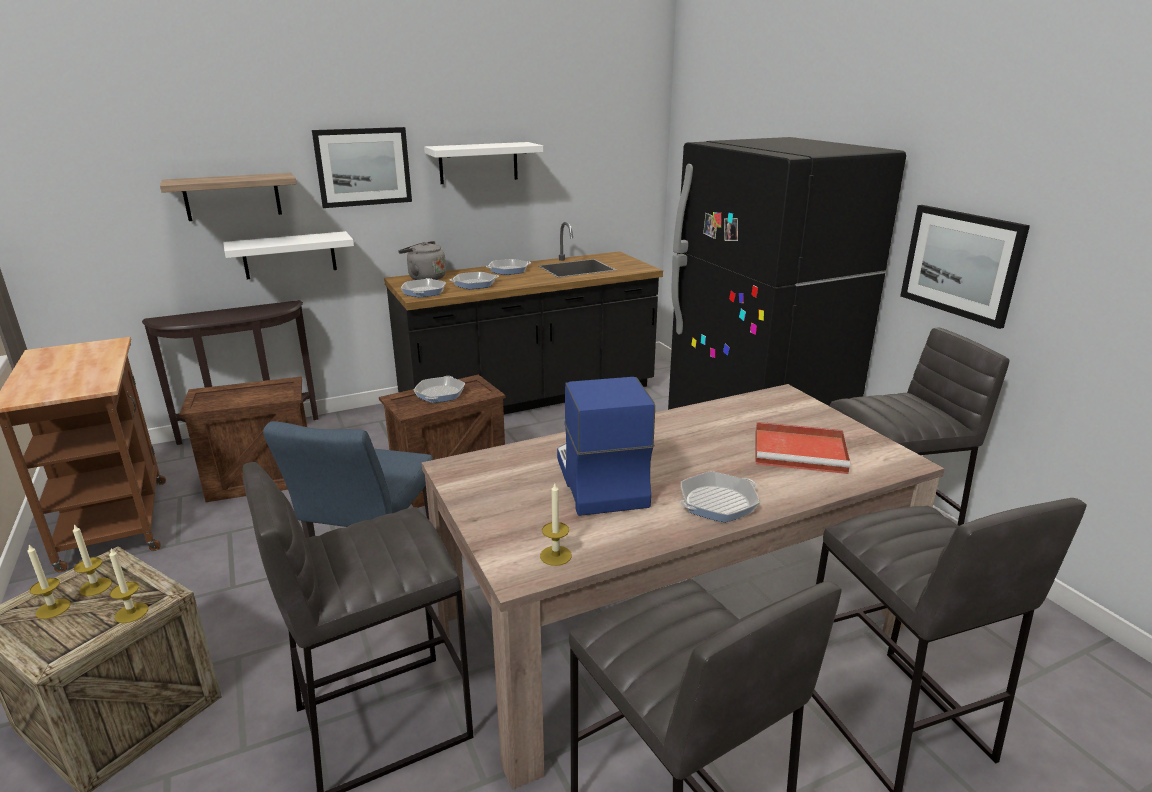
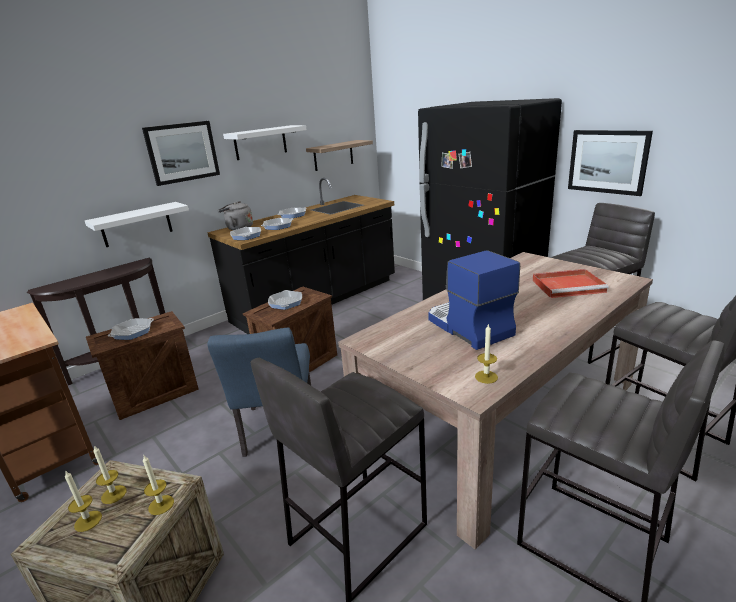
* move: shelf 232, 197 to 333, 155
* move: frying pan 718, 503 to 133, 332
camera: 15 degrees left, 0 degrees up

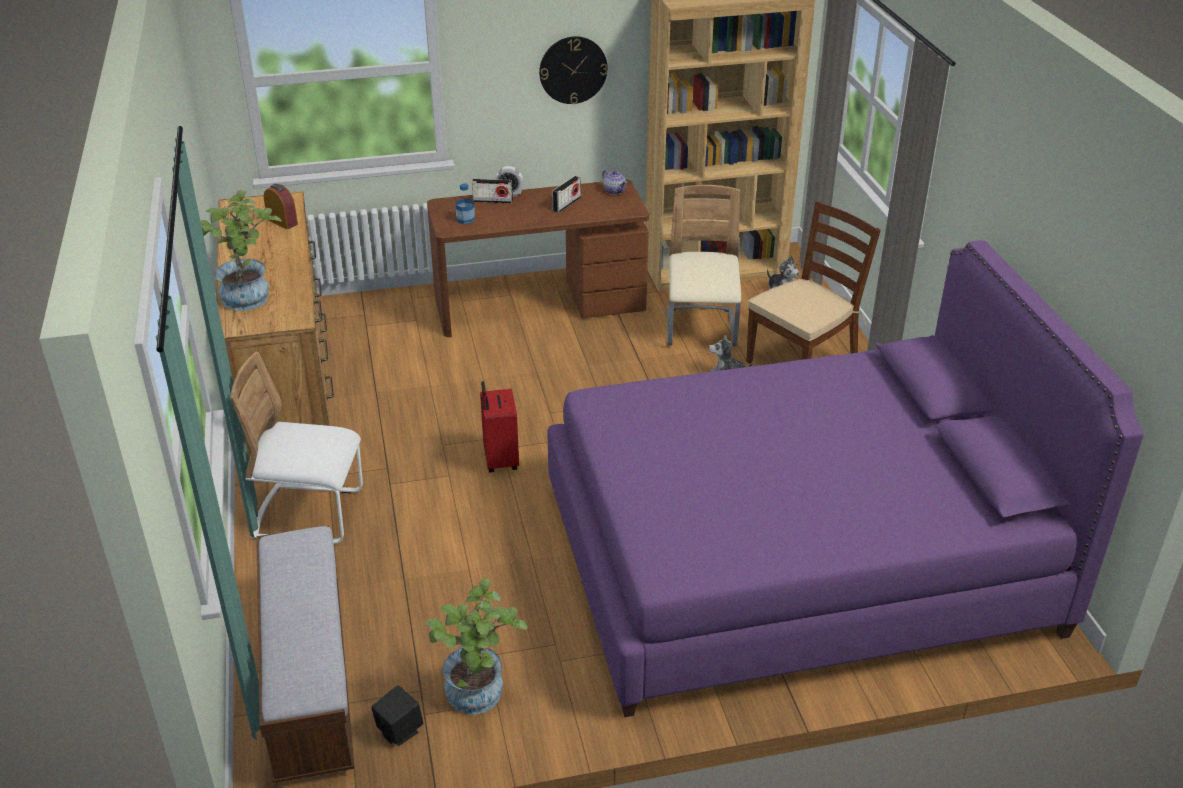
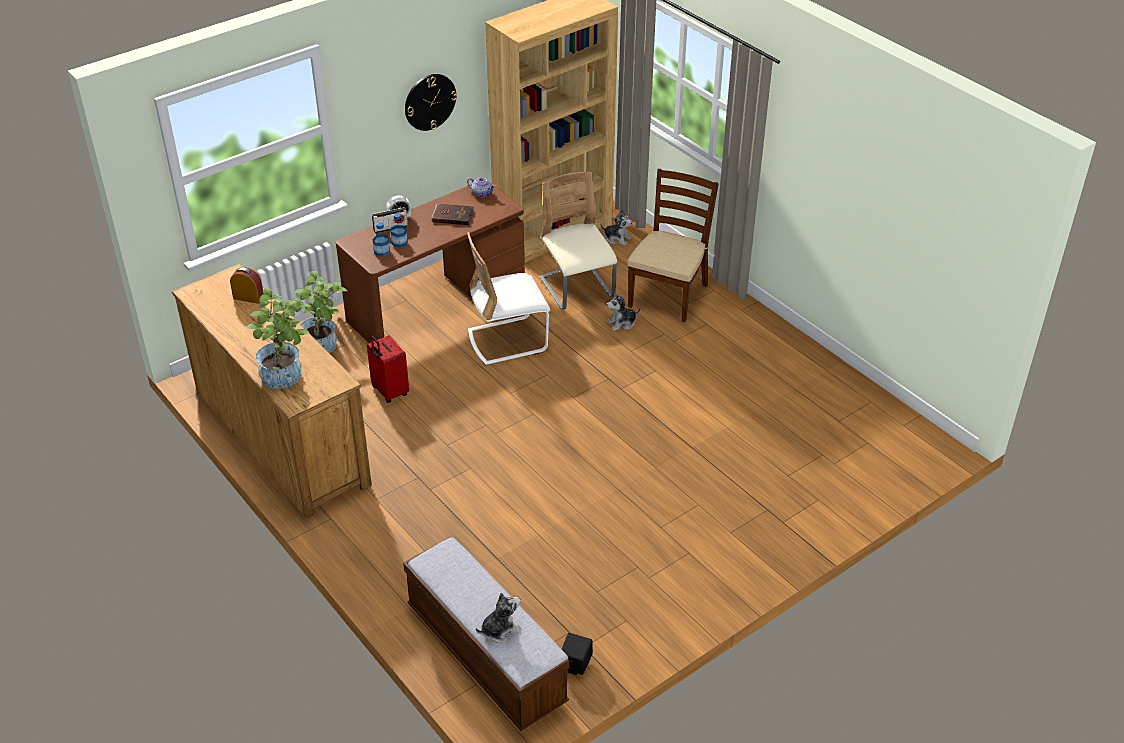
* move: white chair 310, 514 to 507, 340
* move: potted plant 479, 698 to 324, 347
* move: red suitcase 499, 460 to 389, 392
* delete: purple bed 795, 560
* replace: radio 566, 204 to brown book 452, 215
* insert: bottle 399, 242
* insert: plush toy 500, 630
camera: 25 degrees left, 5 degrees up

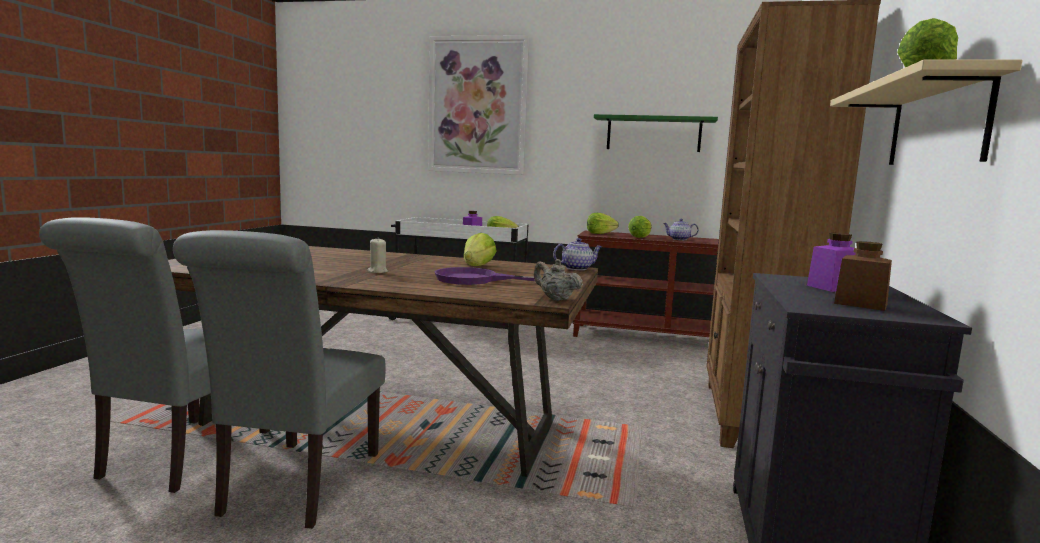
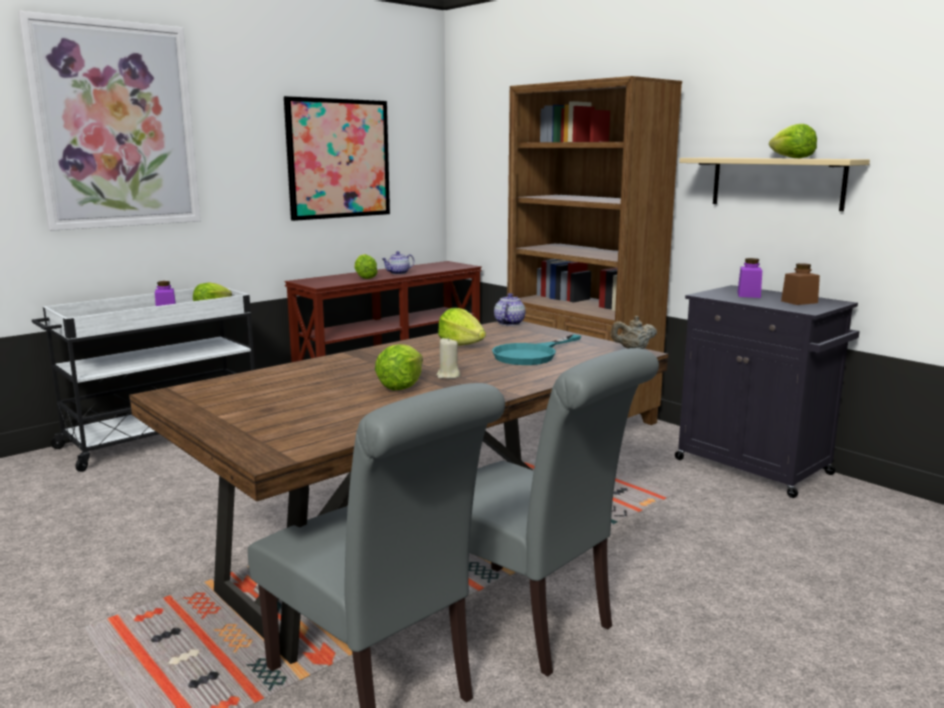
* recolor: purple frying pan 477, 280 to turquoise frying pan 531, 355
* move: lettuce 600, 233 to 401, 385
* replace: green shelf 653, 134 to picture 338, 159
camera: 55 degrees left, 5 degrees up

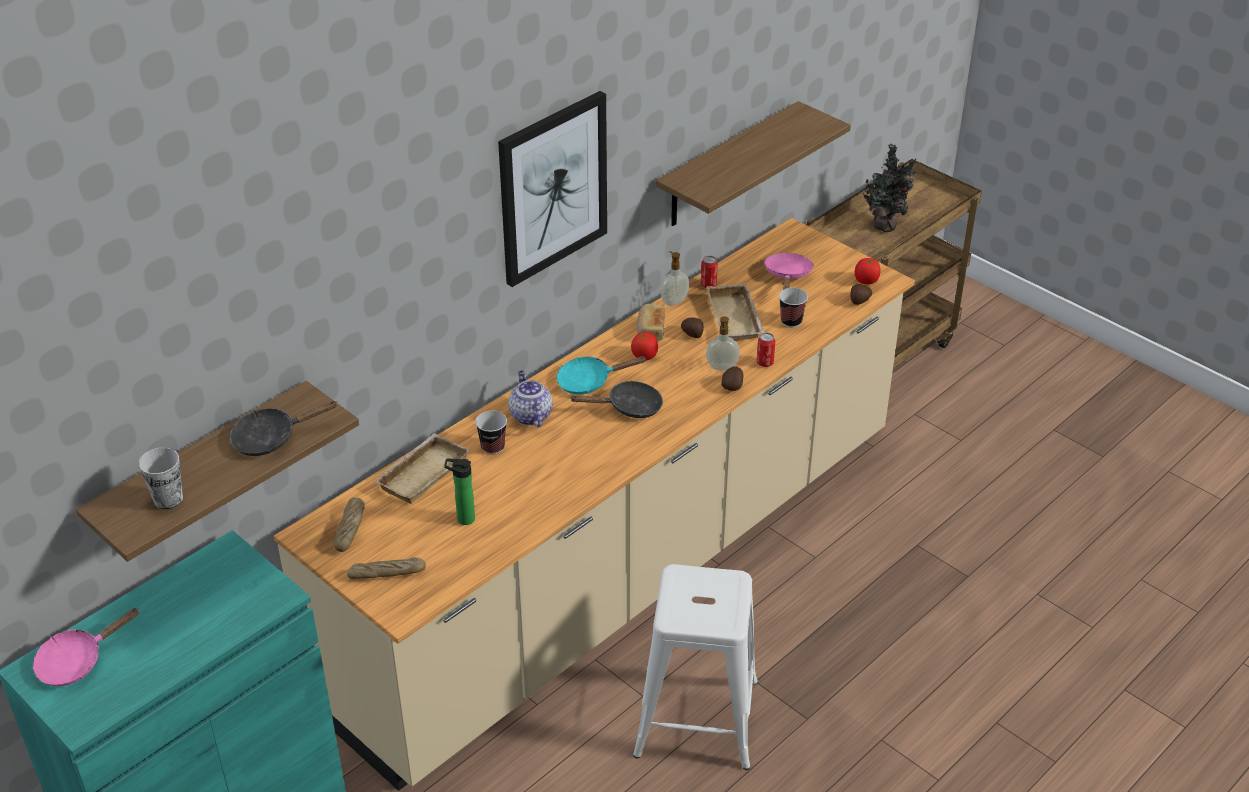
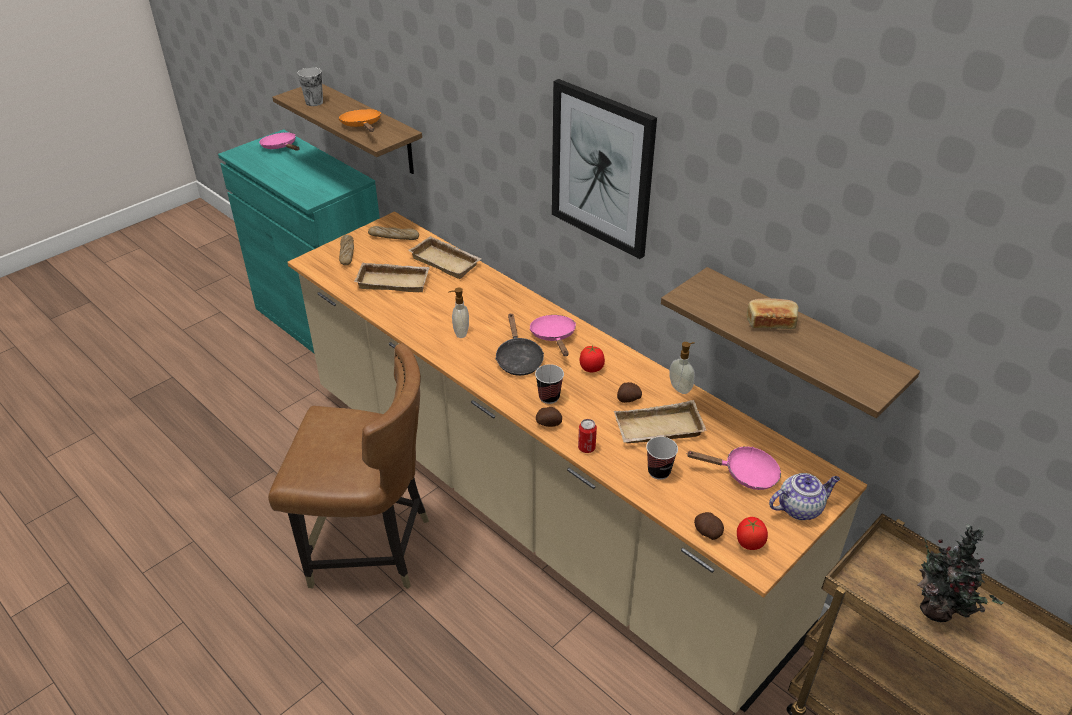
* recolor: black frying pan 271, 438 to orange frying pan 362, 125
* replace: bottle 463, 519 to beige tray 394, 281
* move: cup 493, 447 to 549, 397
* move: teapot 530, 415 to 800, 508
* recolor: turquoise frying pan 589, 381 to pink frying pan 554, 337
* replace: white stool 697, 718 to brown chair 370, 548
* move: bread 650, 330 to 770, 322
* delete: can 708, 285
* move: soap dispenser 722, 367 to 460, 333
camera: 90 degrees right, 0 degrees up

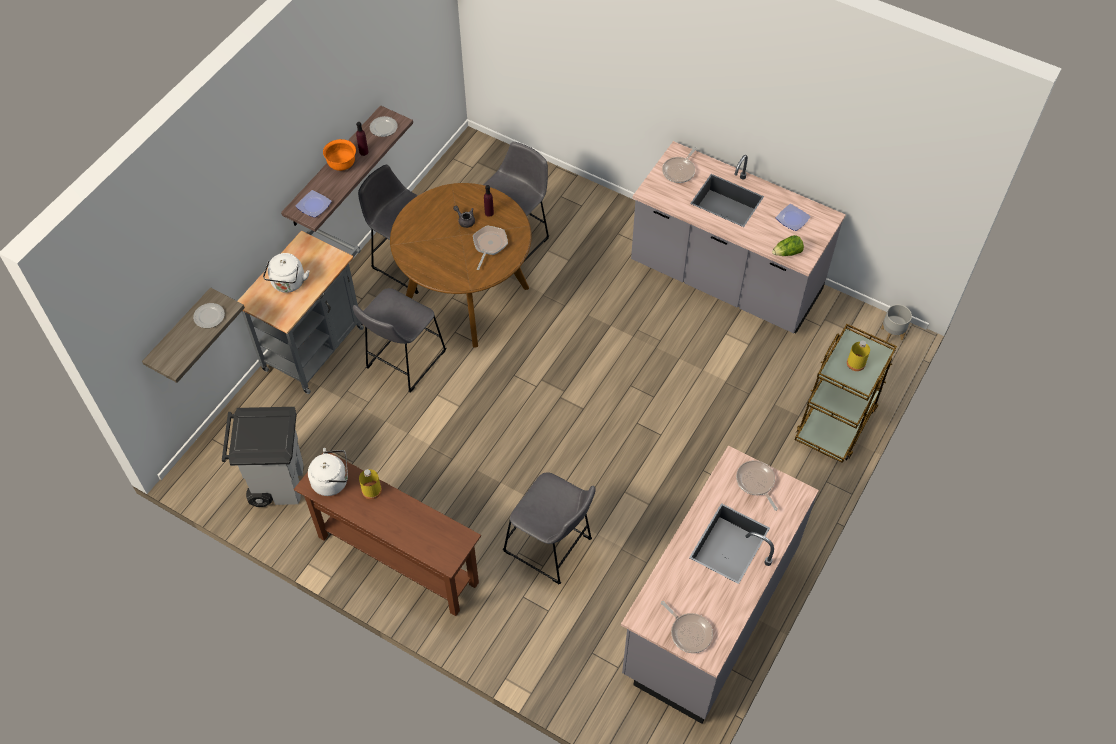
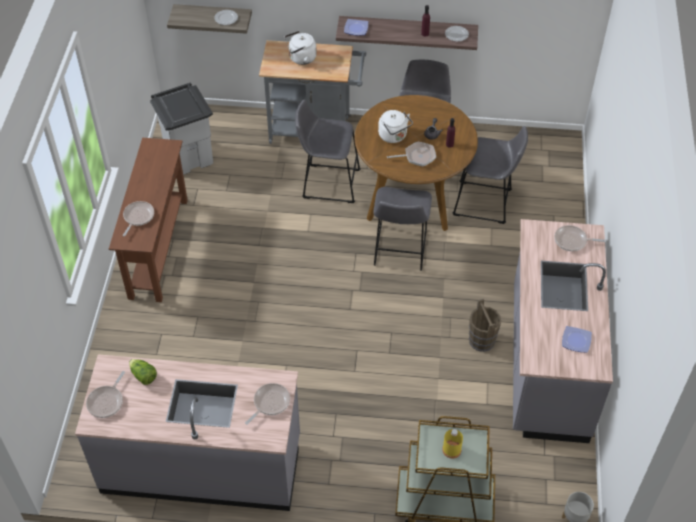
* move: white kettle 332, 481 to 394, 136
* delete: orange bowl 342, 165
* delete: yellow bottle 371, 490
* move: grey stool 551, 548 to 399, 250
* move: lettuce 787, 253 to 143, 376
* insert: frying pan 138, 217
* insert: brown bucket 481, 340
camera: 65 degrees right, 5 degrees down

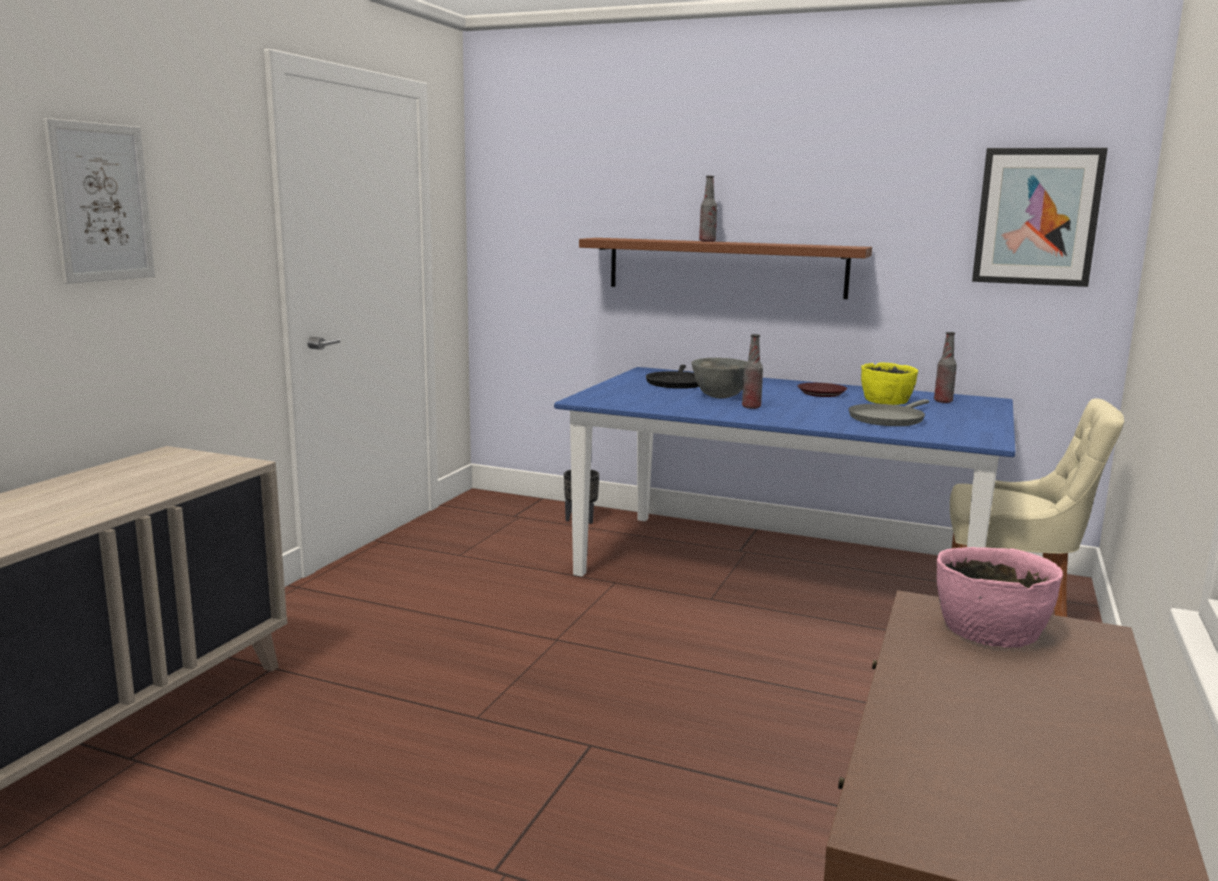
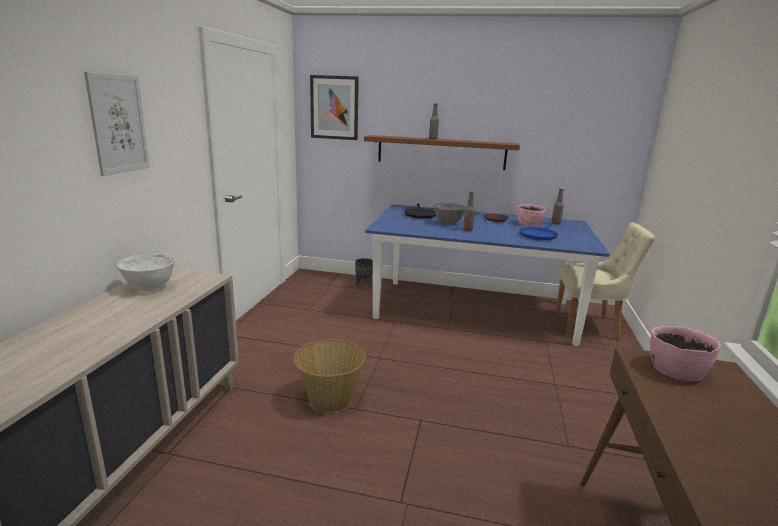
* recolor: grey frying pan 888, 419 to blue frying pan 538, 235
* recolor: yellow bowl 887, 401 to pink bowl 529, 224
* move: picture 1037, 217 to 334, 107
* insert: white bowl 150, 288
* insert: basket 329, 399
camera: 10 degrees left, 5 degrees up

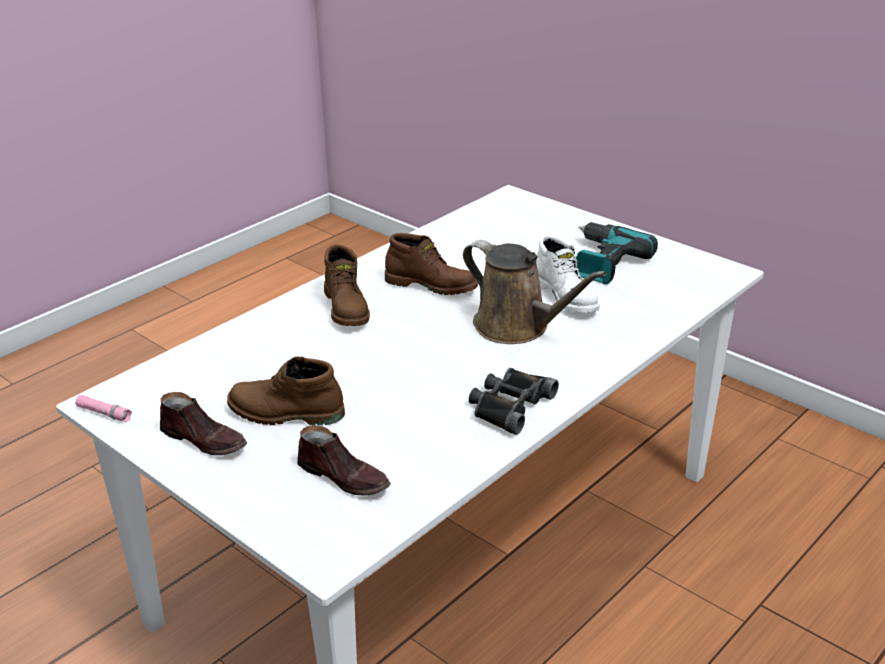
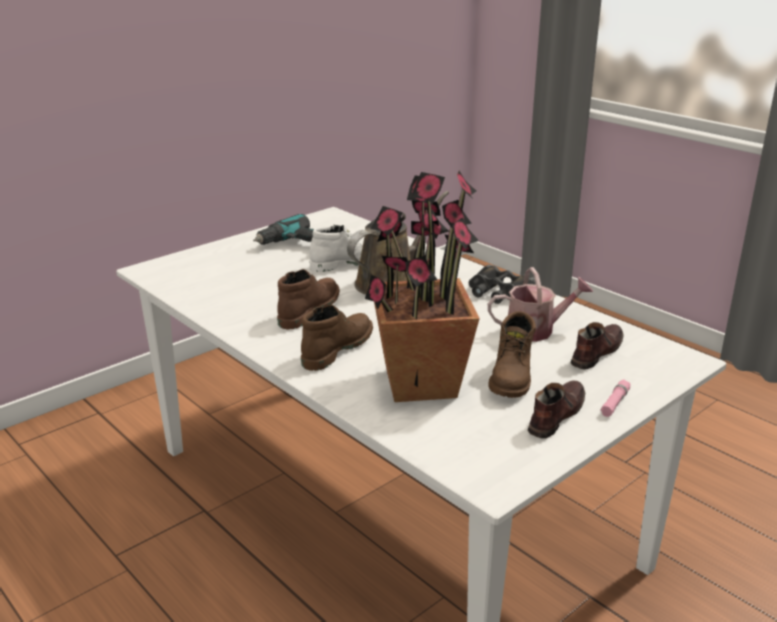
* move: pink flashlight 104, 413 to 614, 403
* rotate: brown boot 347, 308 = 336, 349 45 degrees counterclockwise
* insert: potted plant 420, 382
* insert: watering can 536, 330
camera: 85 degrees left, 5 degrees down

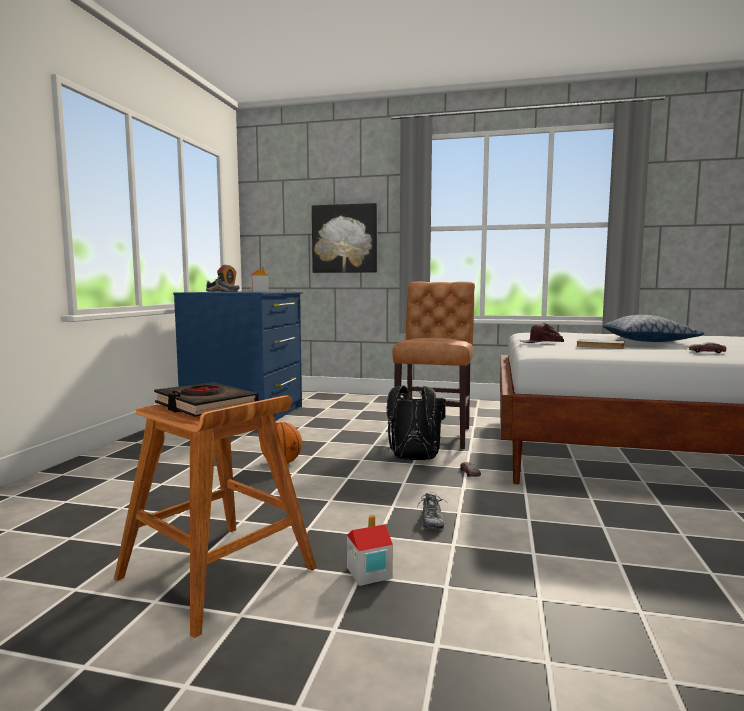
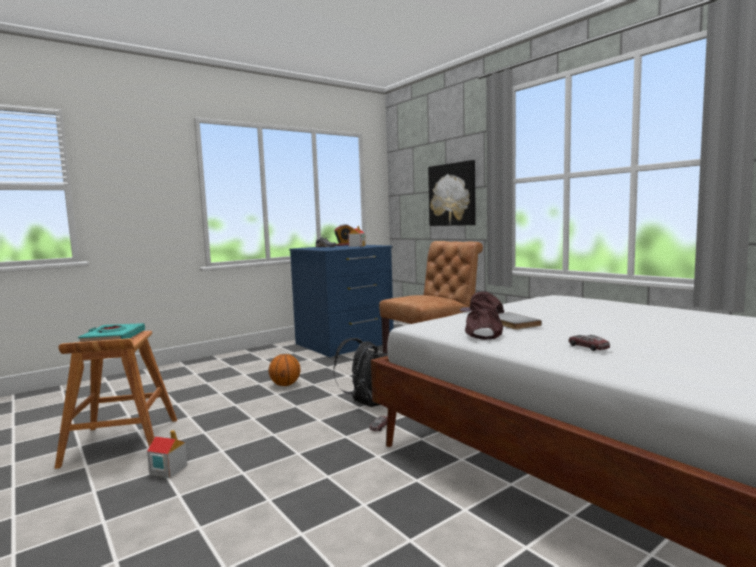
* recolor: black book 205, 406 to turquoise book 113, 338
* delete: shoe 432, 521
* delete: pillow 648, 341
* insert: brown cap 483, 333
camera: 40 degrees right, 0 degrees up

